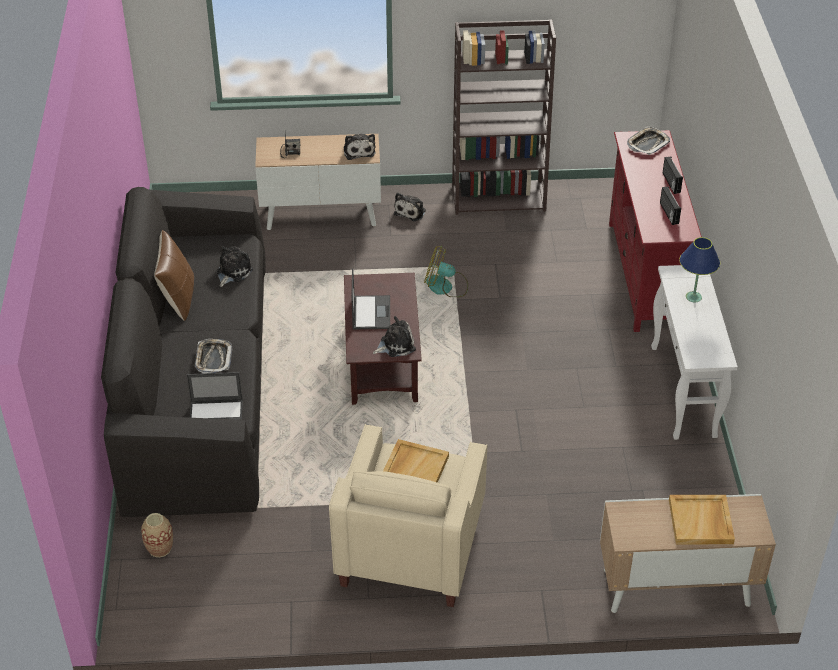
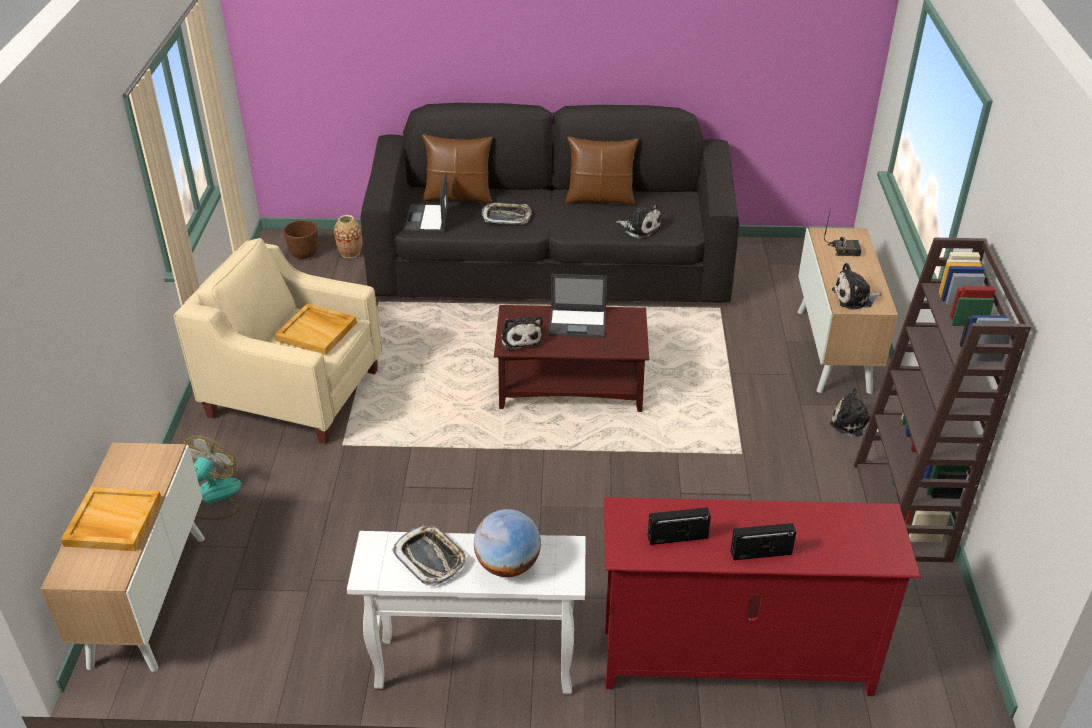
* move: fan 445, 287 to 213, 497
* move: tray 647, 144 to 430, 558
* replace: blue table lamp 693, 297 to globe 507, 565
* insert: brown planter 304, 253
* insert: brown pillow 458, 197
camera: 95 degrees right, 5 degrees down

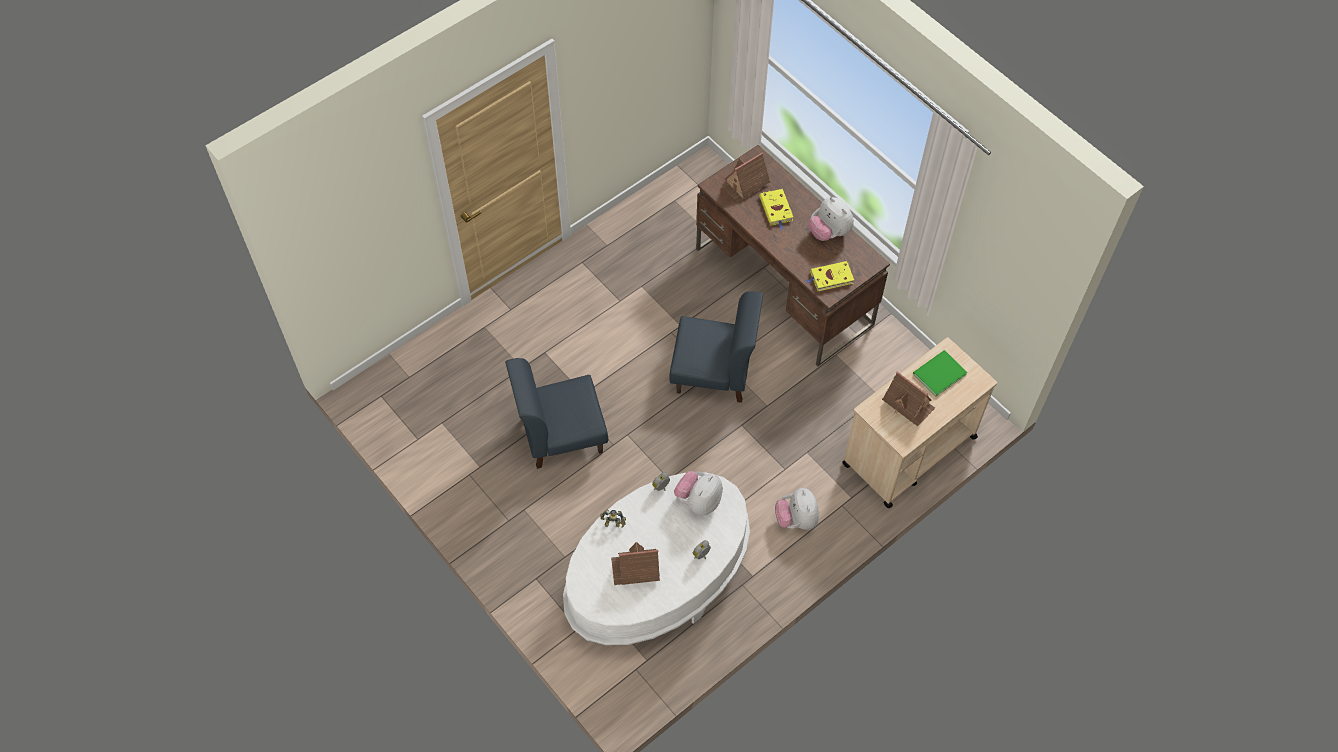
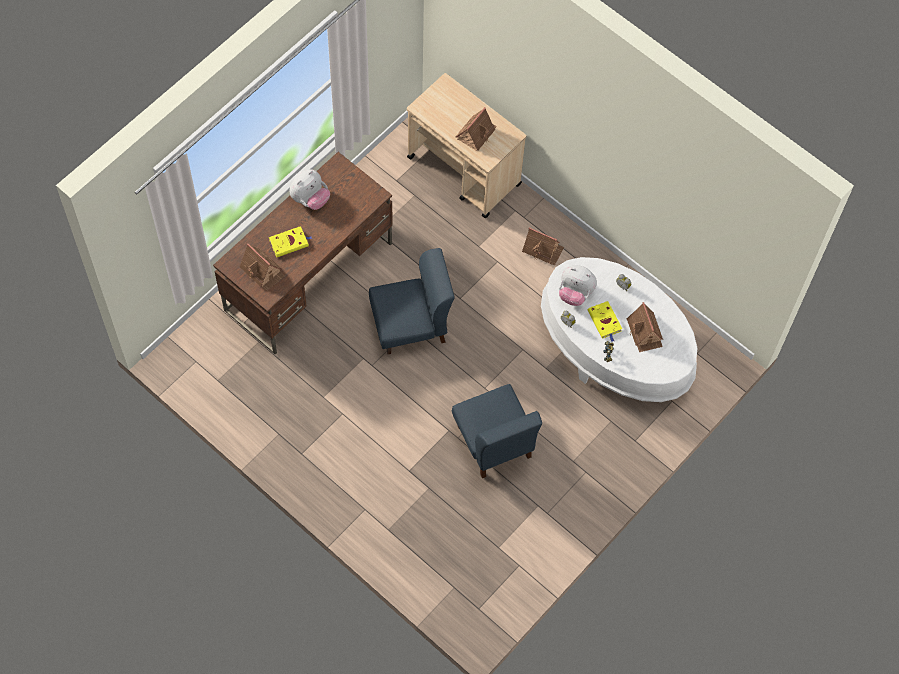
* rotate: blue chair 713, 373 = 410, 325 75 degrees clockwise
* replace: plush toy 796, 519 to toy house 542, 249
* move: yellow book 830, 278 to 605, 322
* delete: green book 937, 374
camera: 100 degrees left, 5 degrees up

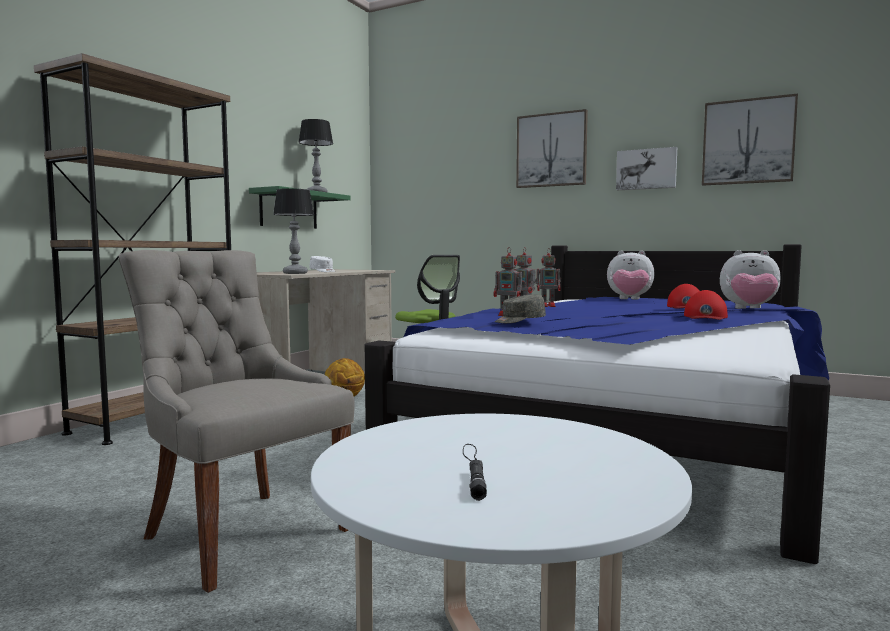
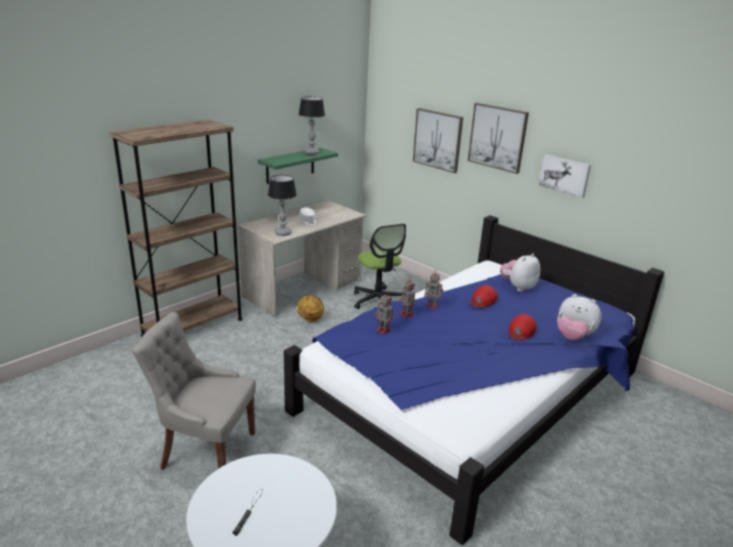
* rotate: grey chair 242, 533 = 206, 451 45 degrees counterclockwise
* delete: grey cap 519, 321
* rotate: plush toy 629, 299 = 518, 287 105 degrees clockwise
* move: red cap 705, 317 to 482, 300
* move: picture 748, 141 to 438, 140
camera: 15 degrees right, 20 degrees up

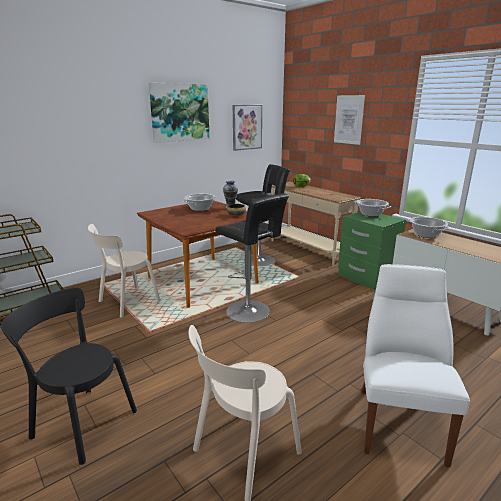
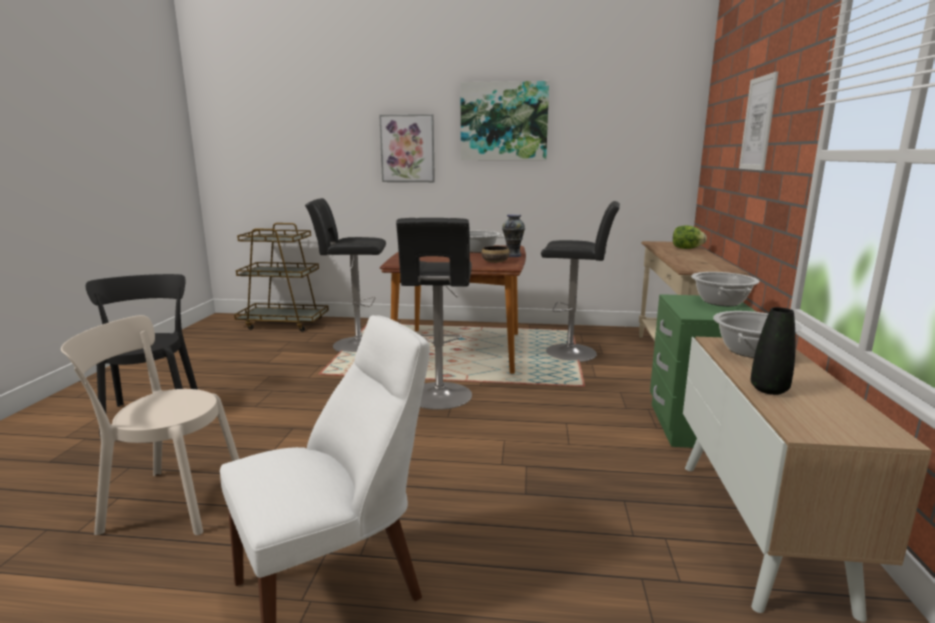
* replace: beige chair 126, 302 to black stool 354, 344
* move: picture 246, 127 to 407, 148
* insert: black vase 769, 390
camera: 45 degrees right, 5 degrees down

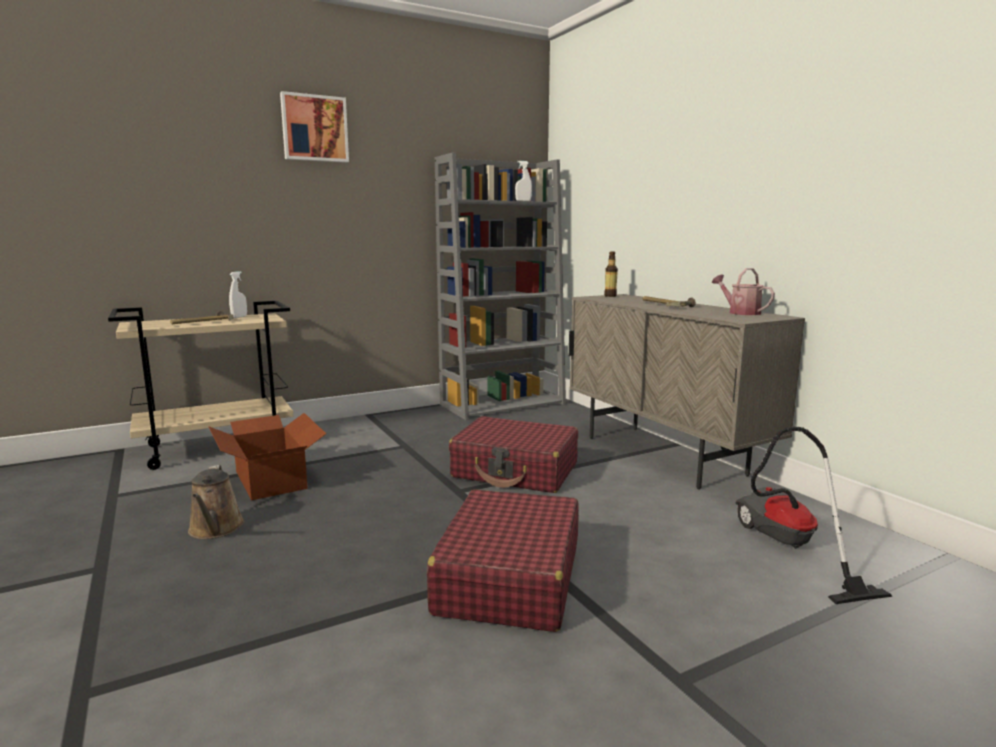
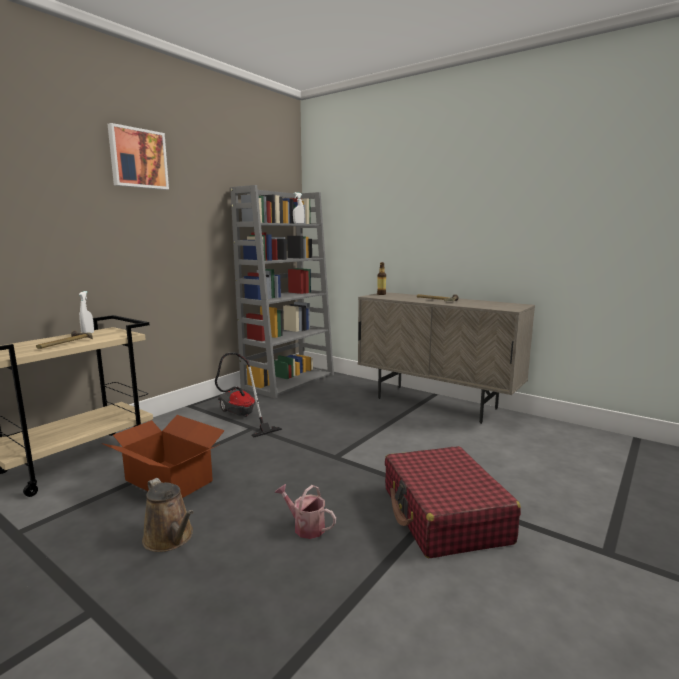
* delete: red suitcase 515, 471
* move: watering can 740, 312 to 305, 527
* move: vacuum cleaner 786, 547 to 241, 417
camera: 25 degrees left, 0 degrees up

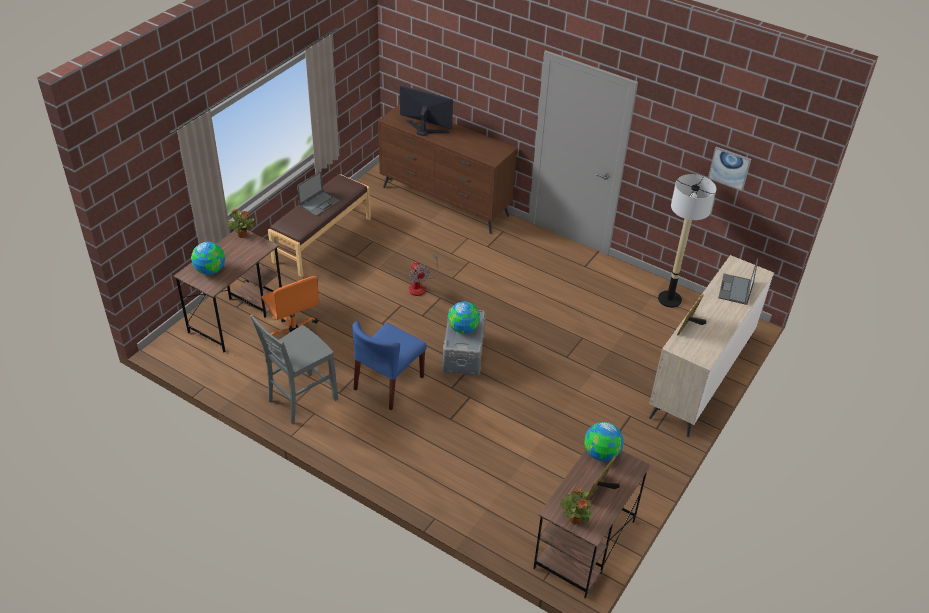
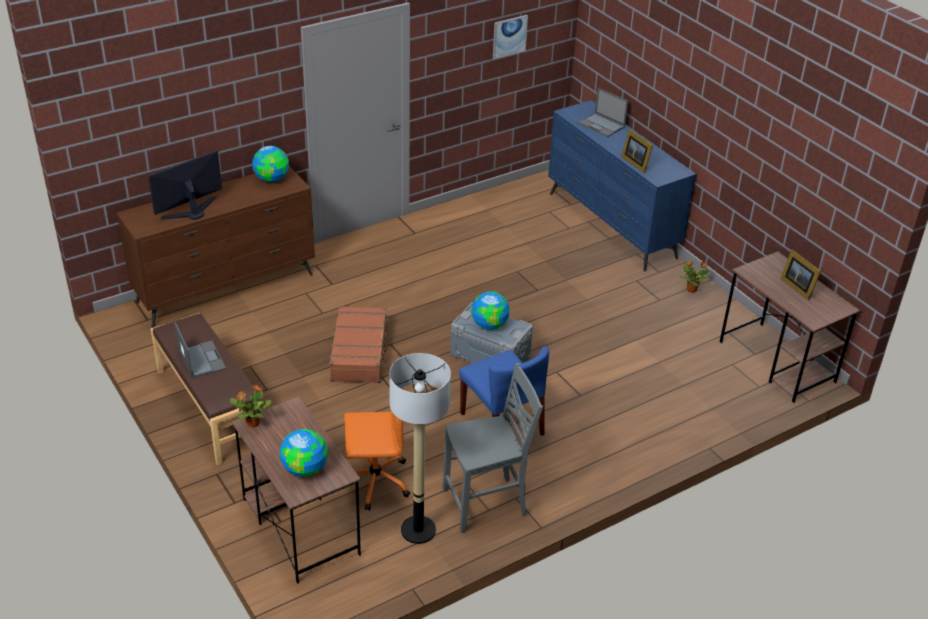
* rotate: grey chair 300, 399 = 486, 504 90 degrees counterclockwise
* replace: fan 420, 286 to brown suitcase 360, 353
* move: potted plant 575, 518 to 691, 289
* move: globe 601, 453 to 272, 179
* recolor: beige dresser 700, 378 to blue dresser 611, 225
* move: floor lamp 669, 299 to 418, 530
camera: 65 degrees left, 5 degrees down

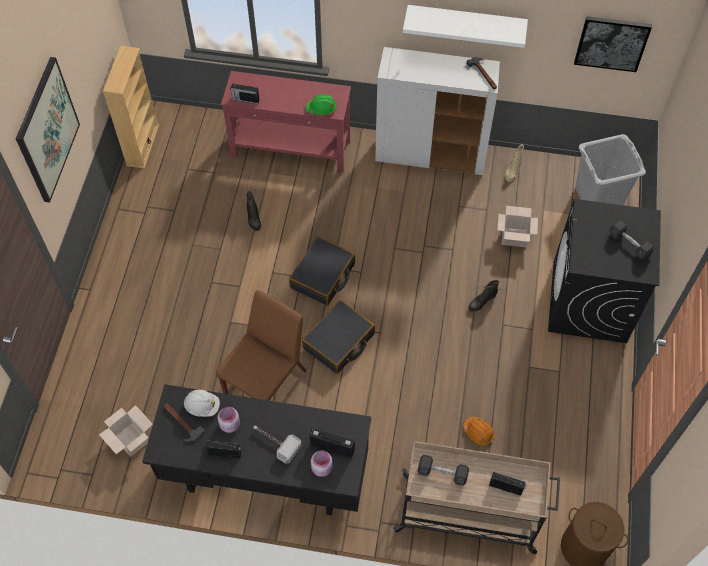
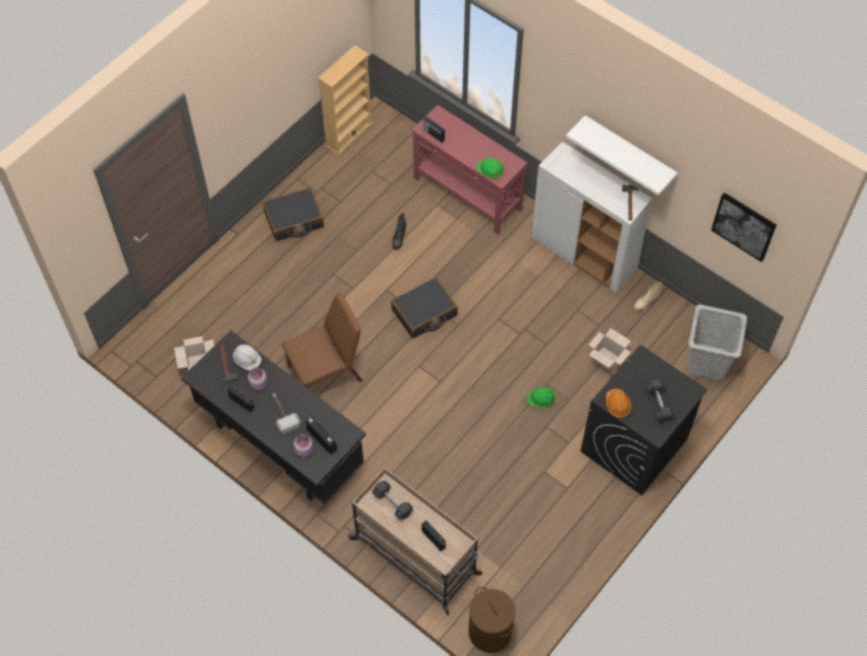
* delete: picture 47, 130
* move: black suitcase 339, 342 to 294, 220
* move: orange hard hat 478, 432 to 617, 405
* replace: black boot 481, 302 to green hard hat 541, 399
camera: 30 degrees right, 0 degrees up

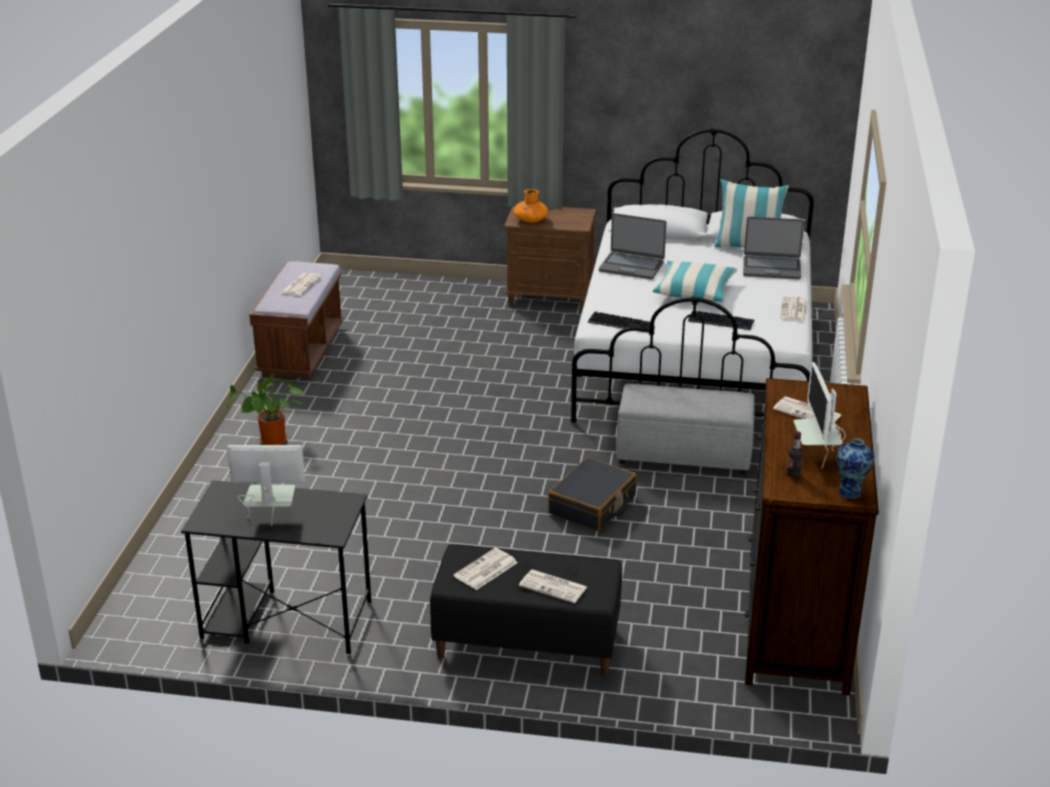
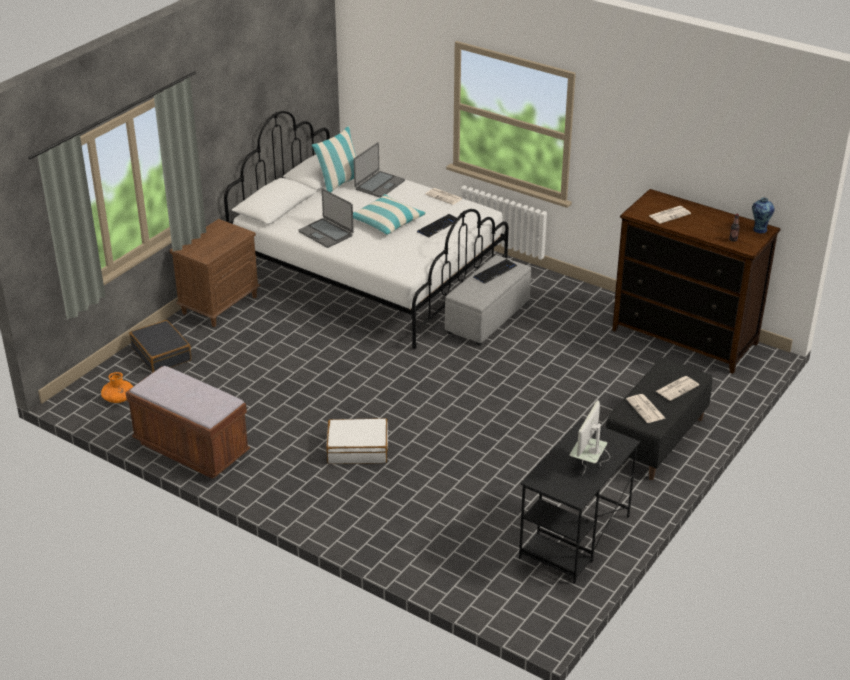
* delete: potted plant 272, 442
* delete: newspaper 301, 285
* move: orange vase 531, 220 to 118, 398
* move: black suitcase 593, 505 to 162, 354
* move: keyboard 621, 323 to 495, 272
* rotate: laptop 631, 266 = 326, 233 90 degrees clockwise
* delete: monitor 817, 455
* insert: white suitcase 357, 449
camera: 65 degrees left, 5 degrees up

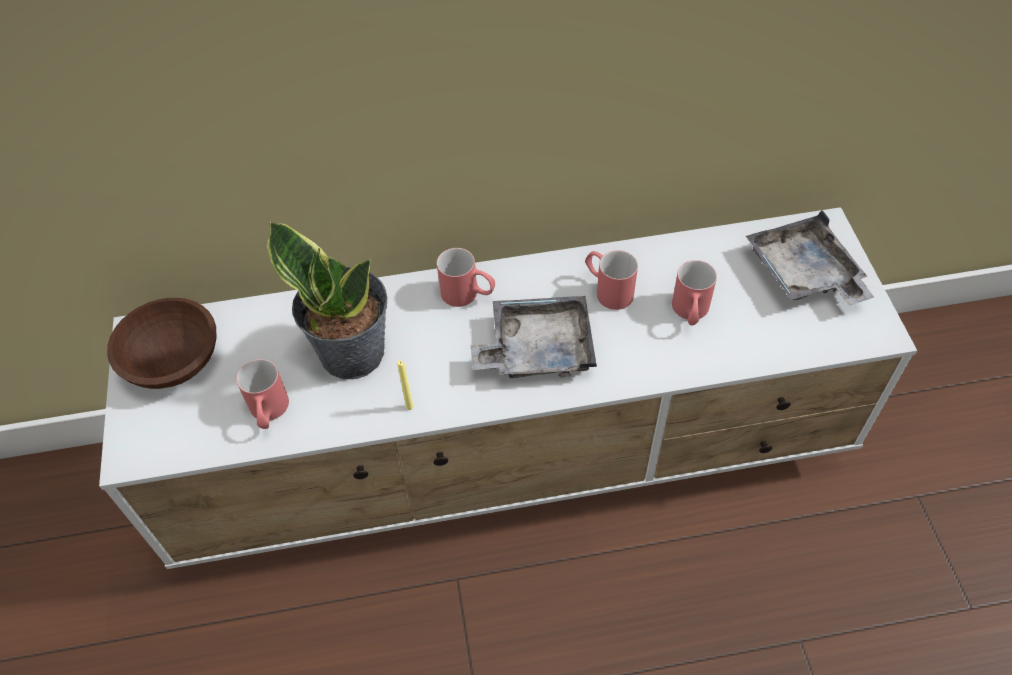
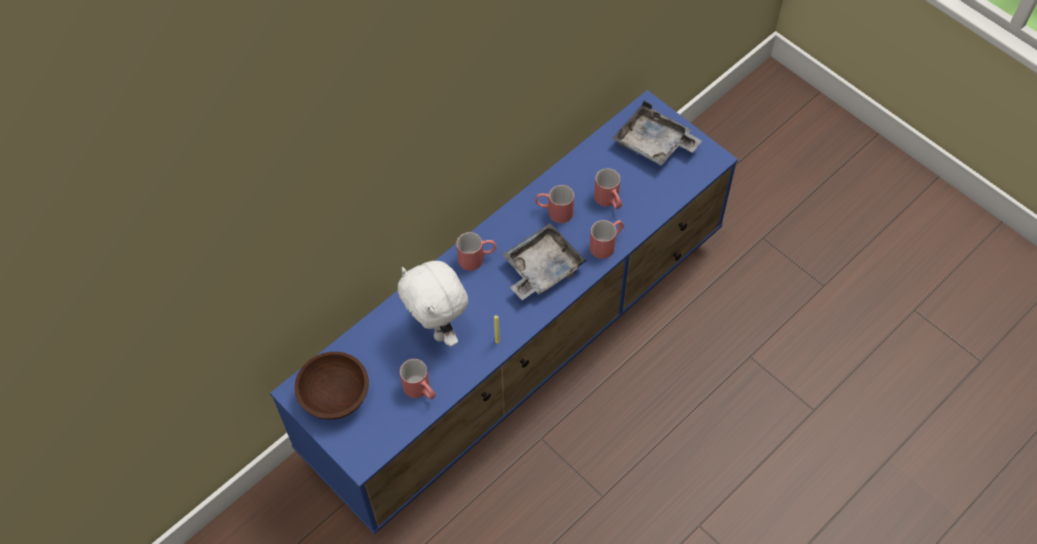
* recolor: white tv stand 514, 458 to blue tv stand 521, 348
* replace: potted plant 353, 351 to white plush toy 438, 329
* insert: red mug 607, 244
camera: 35 degrees left, 5 degrees up

